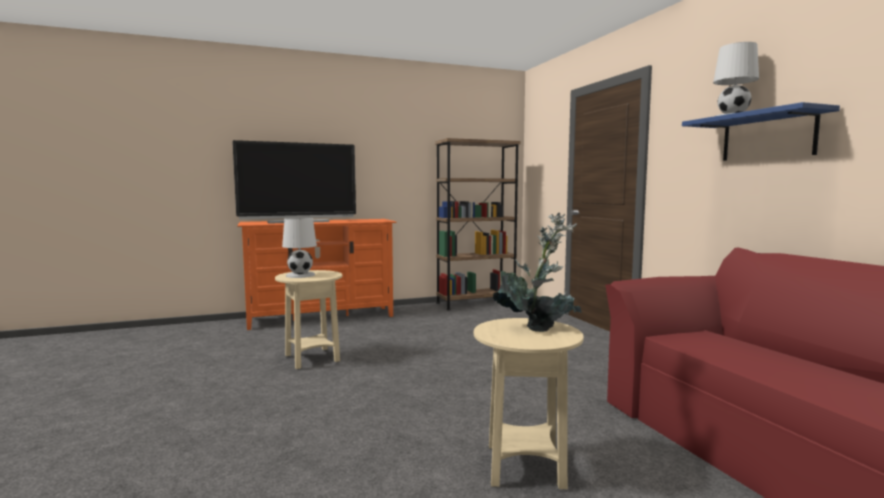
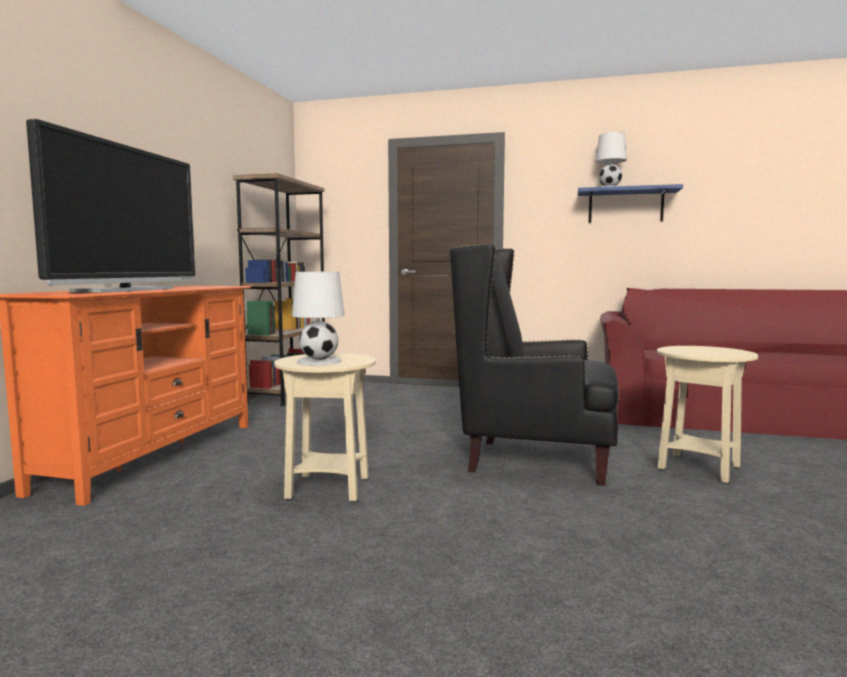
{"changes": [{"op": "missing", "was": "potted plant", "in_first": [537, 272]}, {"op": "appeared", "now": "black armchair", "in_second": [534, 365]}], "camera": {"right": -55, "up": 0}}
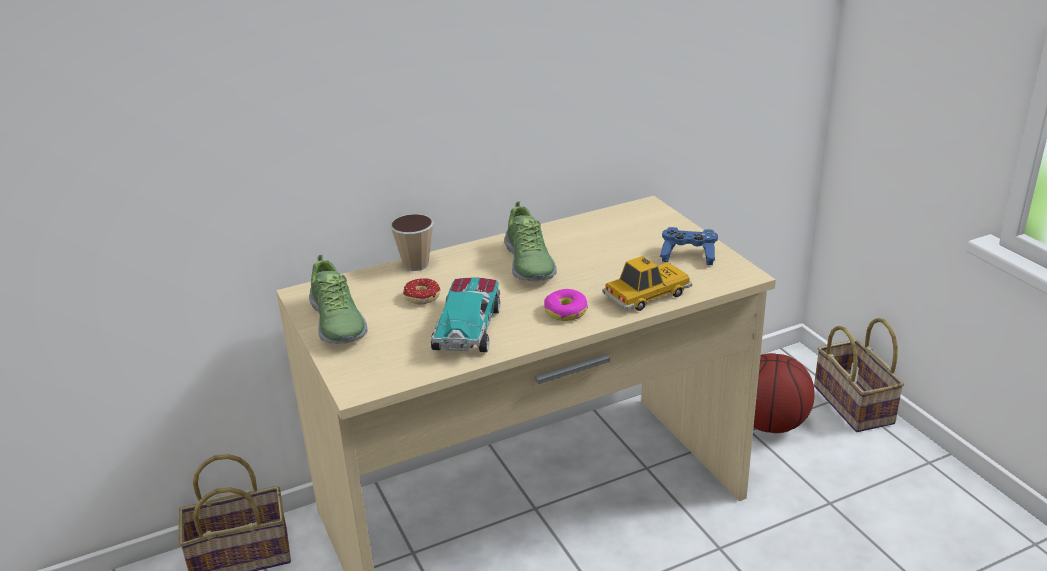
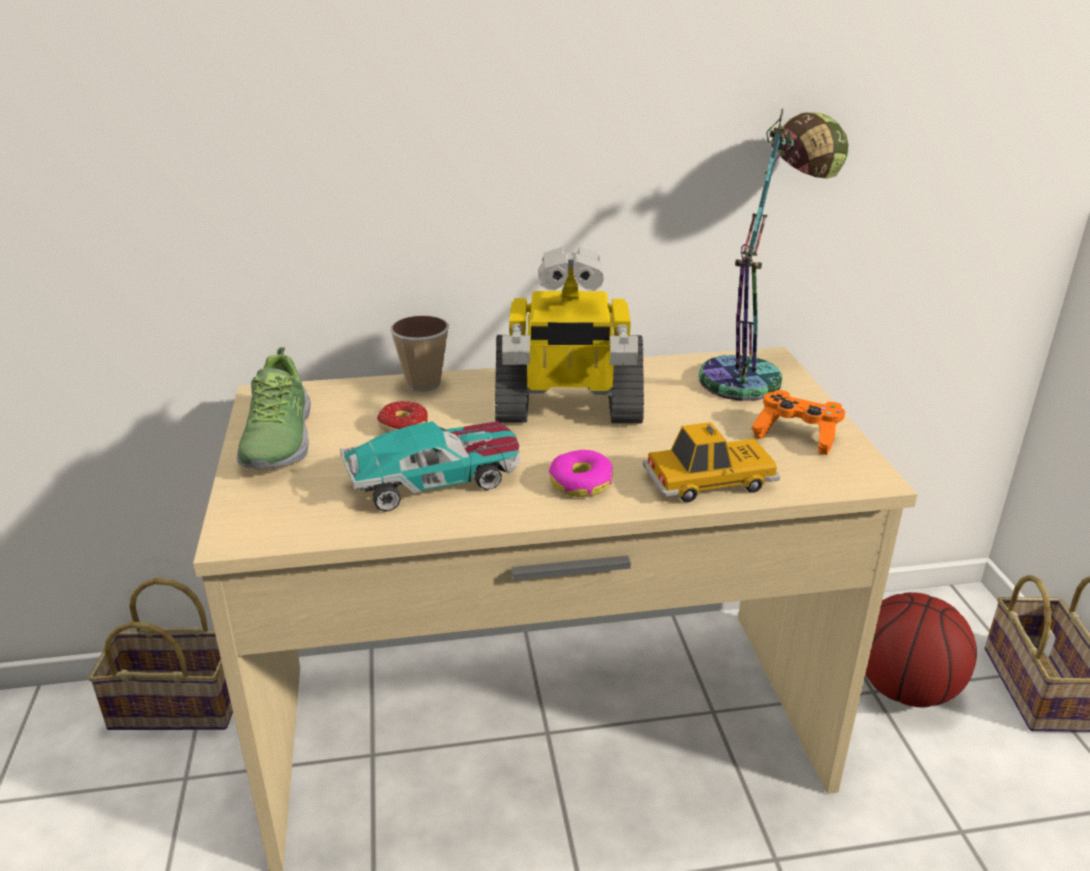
{"changes": [{"op": "spun", "was": "toy car", "in_first": [465, 315], "in_second": [430, 466], "clockwise": 45}, {"op": "exchanged", "was": "shoe", "now": "toy robot", "in_first": [530, 241], "in_second": [569, 335]}, {"op": "colour", "was": "blue game controller", "now": "orange game controller", "in_first": [689, 246], "in_second": [798, 422]}, {"op": "appeared", "now": "table lamp", "in_second": [773, 254]}], "camera": {"right": 15, "up": 0}}
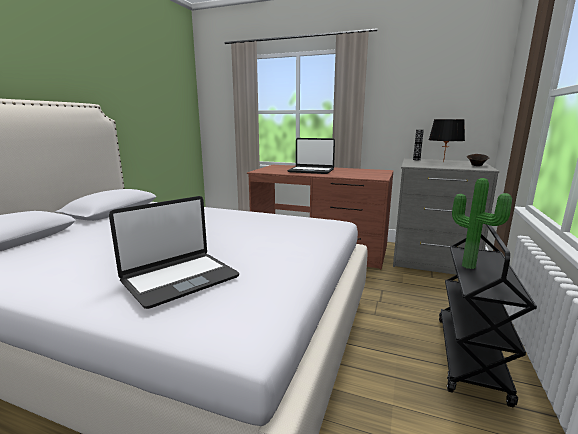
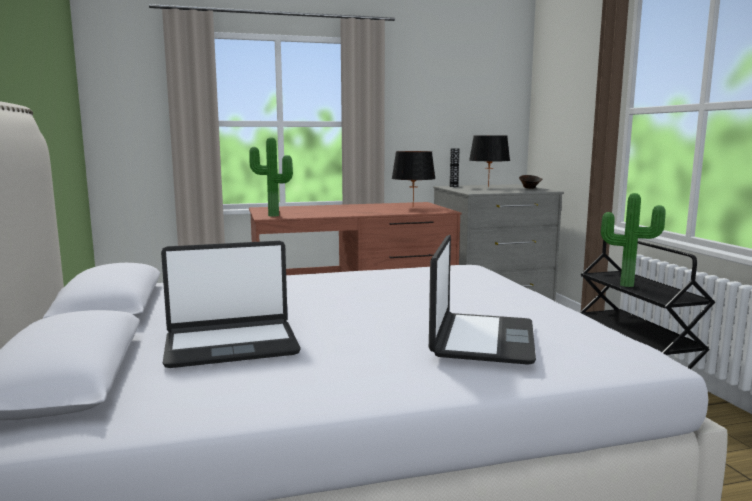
{"changes": [{"op": "relocated", "was": "laptop", "in_first": [311, 156], "in_second": [231, 304]}, {"op": "appeared", "now": "potted plant", "in_second": [271, 177]}, {"op": "appeared", "now": "black table lamp", "in_second": [414, 179]}], "camera": {"right": -35, "up": -5}}
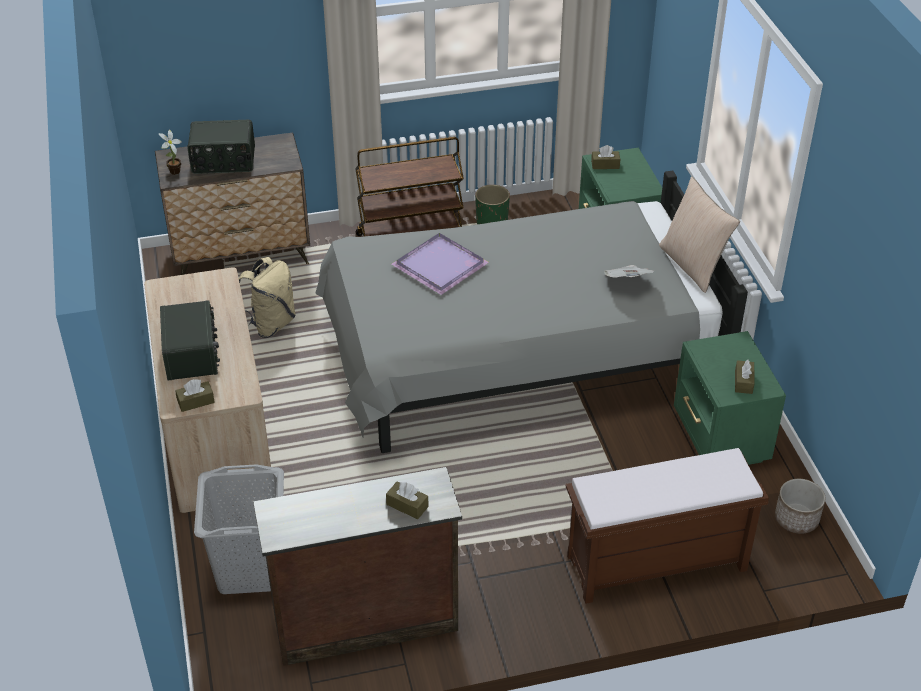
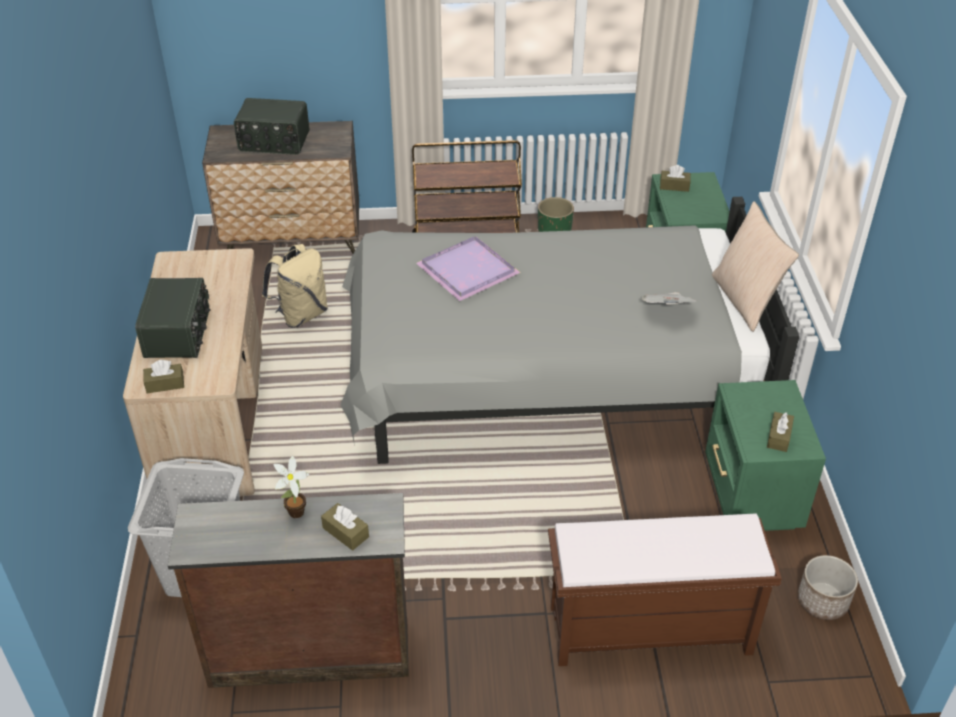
{"changes": [{"op": "relocated", "was": "potted plant", "in_first": [170, 152], "in_second": [291, 486]}], "camera": {"right": 10, "up": 0}}
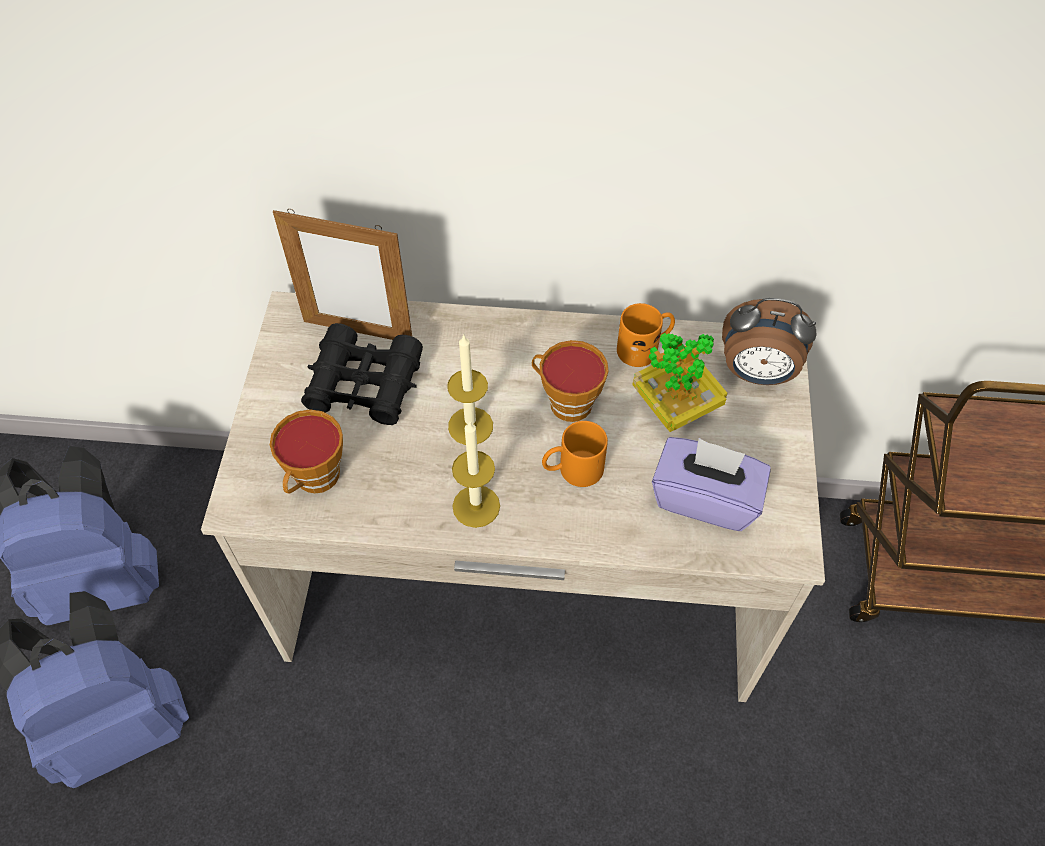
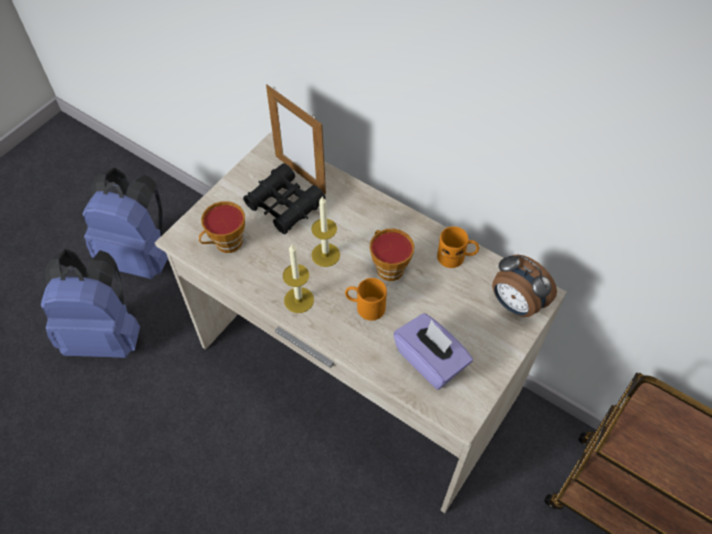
{"changes": [{"op": "missing", "was": "potted plant", "in_first": [680, 382]}], "camera": {"right": 30, "up": 0}}
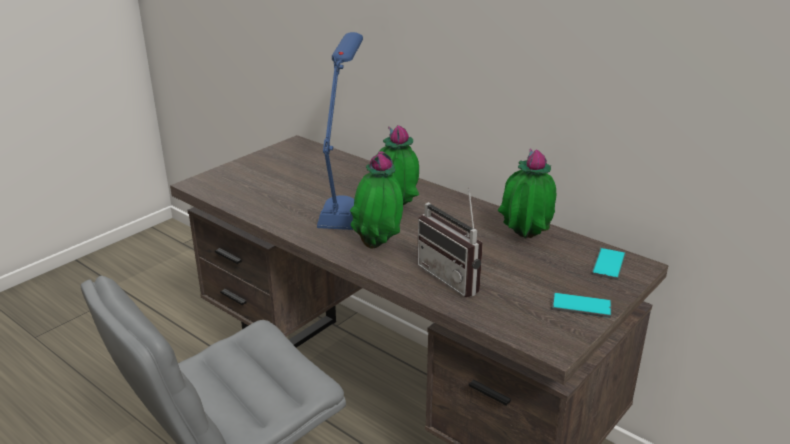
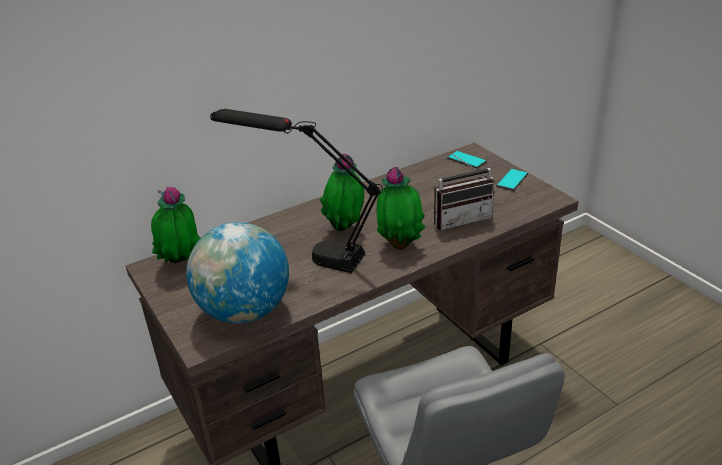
{"changes": [{"op": "colour", "was": "blue table lamp", "now": "black table lamp", "in_first": [340, 131], "in_second": [296, 191]}, {"op": "relocated", "was": "potted plant", "in_first": [527, 193], "in_second": [175, 225]}, {"op": "appeared", "now": "globe", "in_second": [237, 273]}], "camera": {"right": -70, "up": 5}}
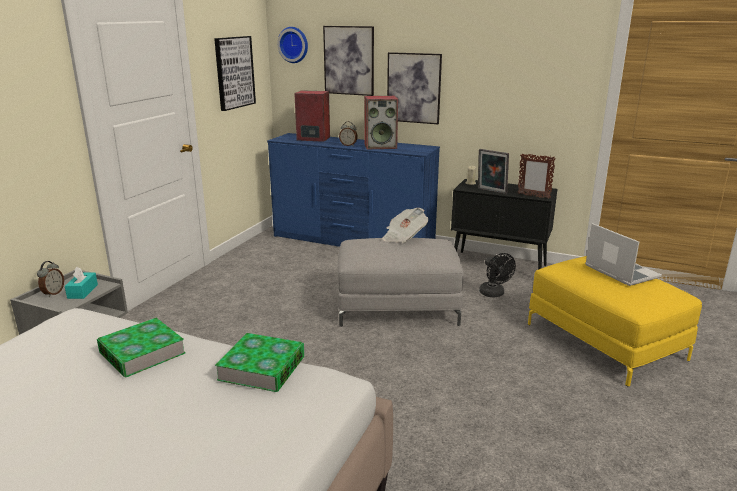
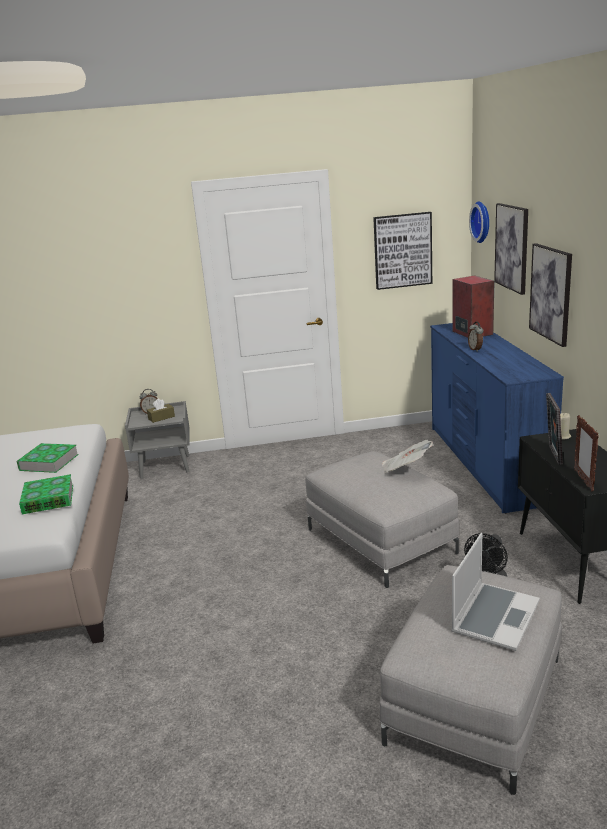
{"changes": [{"op": "colour", "was": "turquoise tissue box", "now": "brown tissue box", "in_first": [81, 283], "in_second": [161, 411]}, {"op": "missing", "was": "speaker", "in_first": [381, 122]}, {"op": "colour", "was": "yellow ottoman", "now": "grey ottoman", "in_first": [615, 321], "in_second": [471, 680]}], "camera": {"right": 60, "up": 0}}
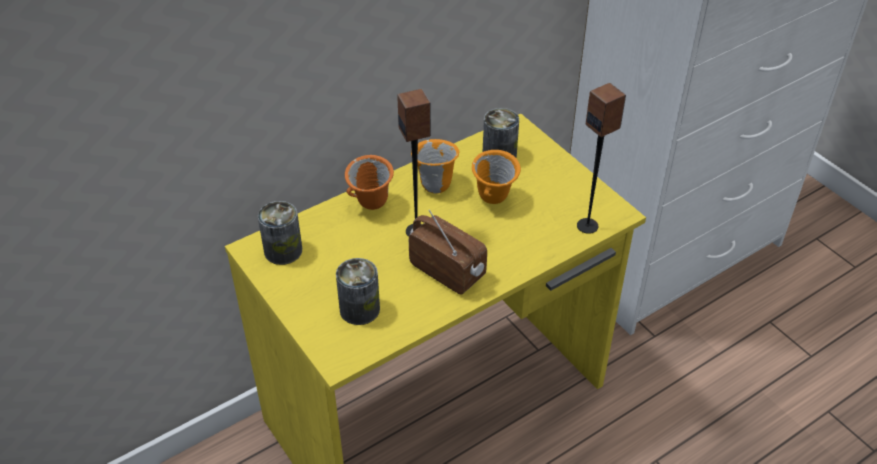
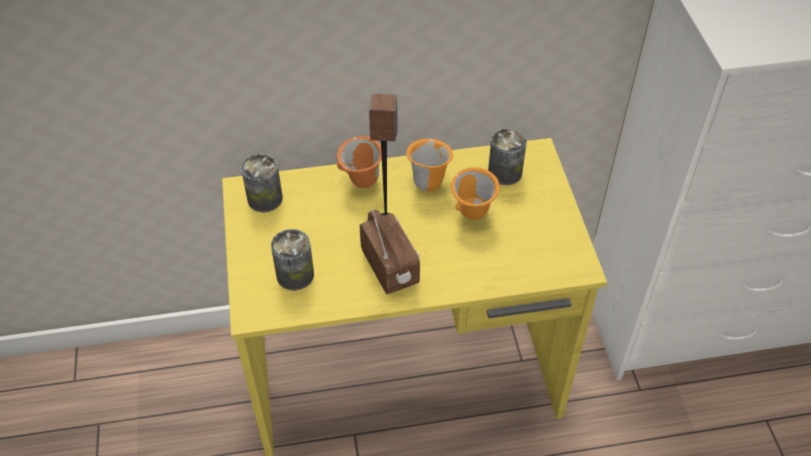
{"changes": [{"op": "missing", "was": "speaker", "in_first": [601, 158]}], "camera": {"right": 25, "up": 5}}
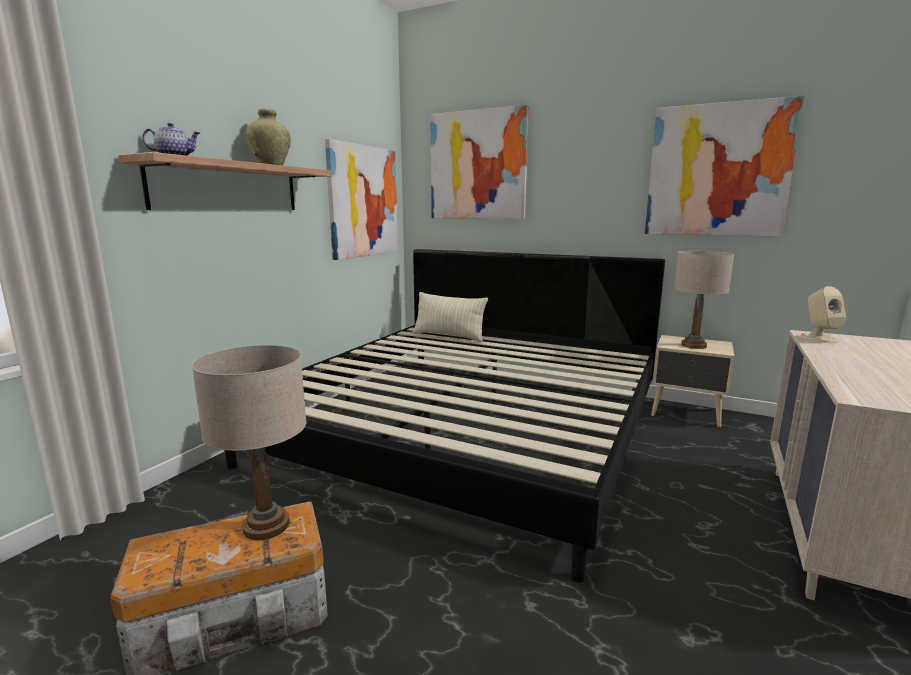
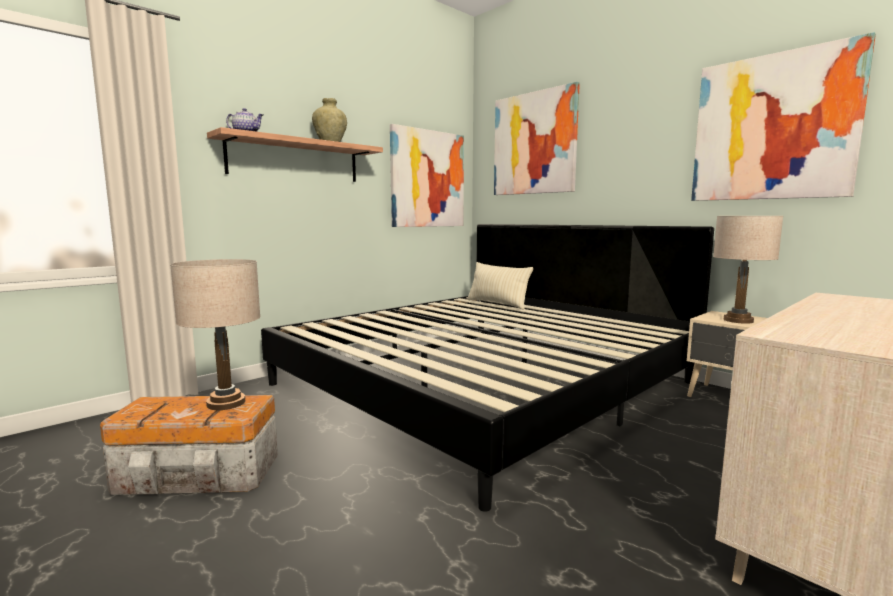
{"changes": [{"op": "missing", "was": "beige speaker", "in_first": [823, 314]}], "camera": {"right": 20, "up": -5}}
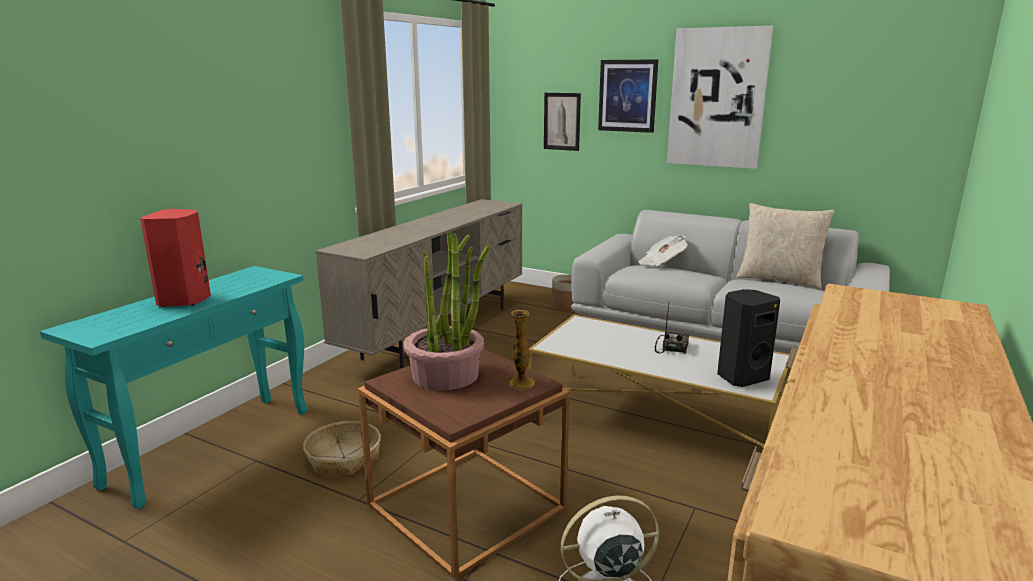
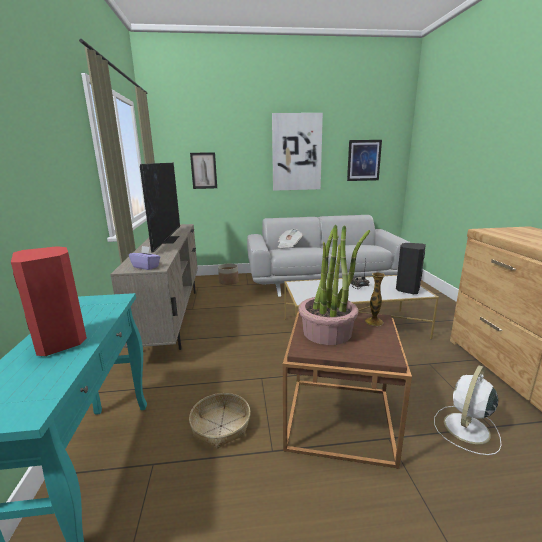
{"changes": [{"op": "relocated", "was": "picture", "in_first": [628, 96], "in_second": [364, 160]}, {"op": "missing", "was": "beige pillow", "in_first": [786, 246]}, {"op": "appeared", "now": "purple tissue box", "in_second": [144, 258]}, {"op": "appeared", "now": "television", "in_second": [160, 208]}], "camera": {"right": -35, "up": 0}}
